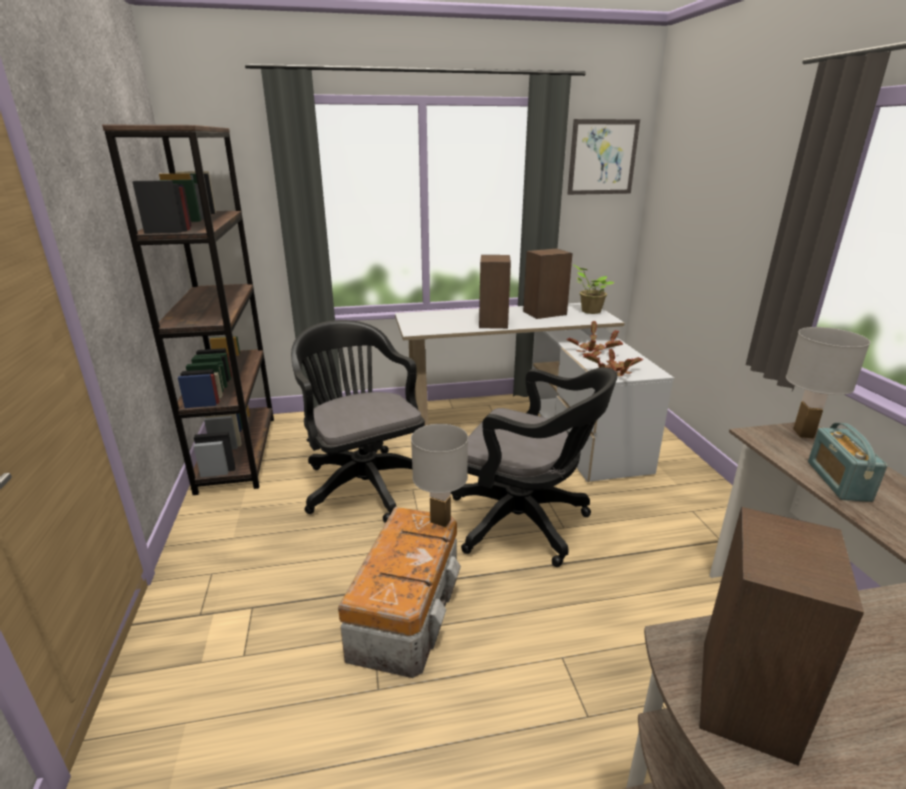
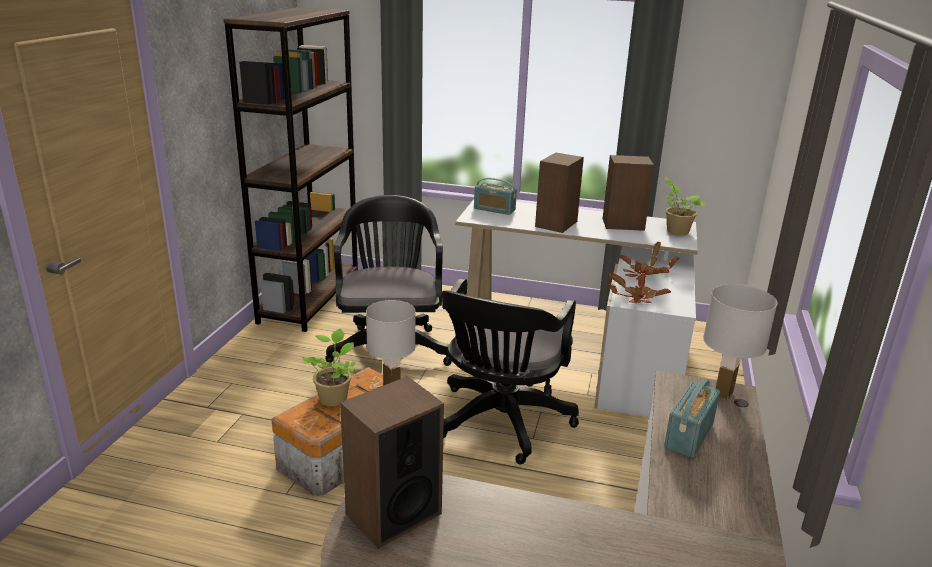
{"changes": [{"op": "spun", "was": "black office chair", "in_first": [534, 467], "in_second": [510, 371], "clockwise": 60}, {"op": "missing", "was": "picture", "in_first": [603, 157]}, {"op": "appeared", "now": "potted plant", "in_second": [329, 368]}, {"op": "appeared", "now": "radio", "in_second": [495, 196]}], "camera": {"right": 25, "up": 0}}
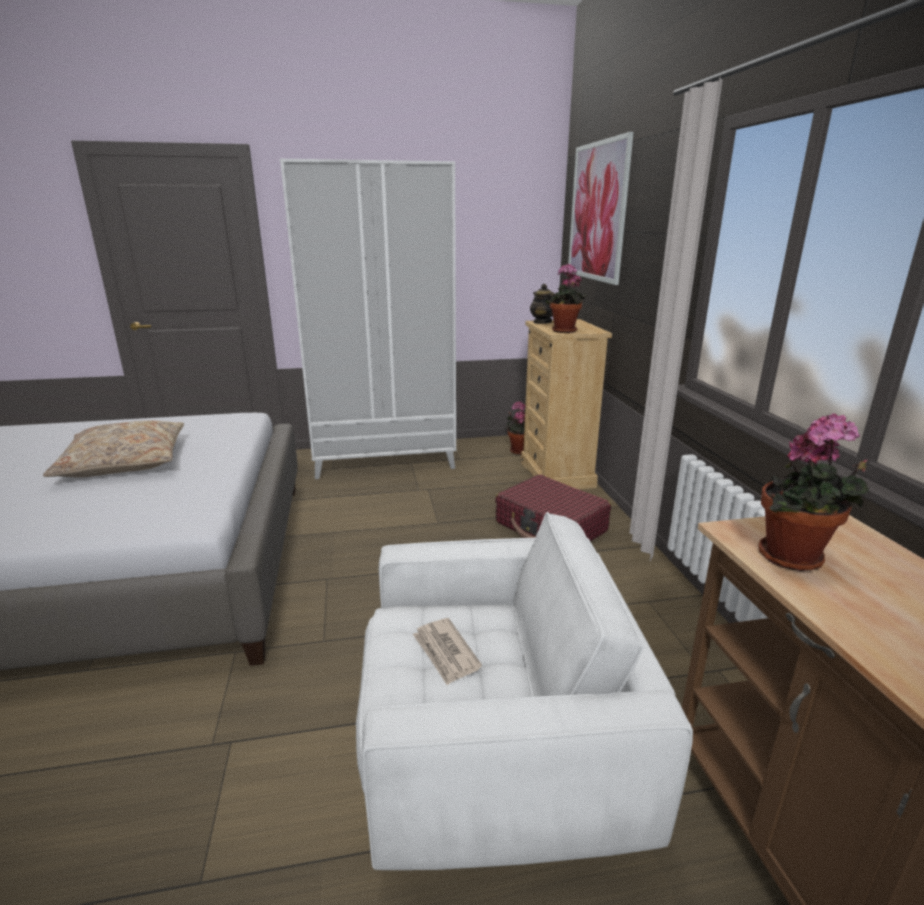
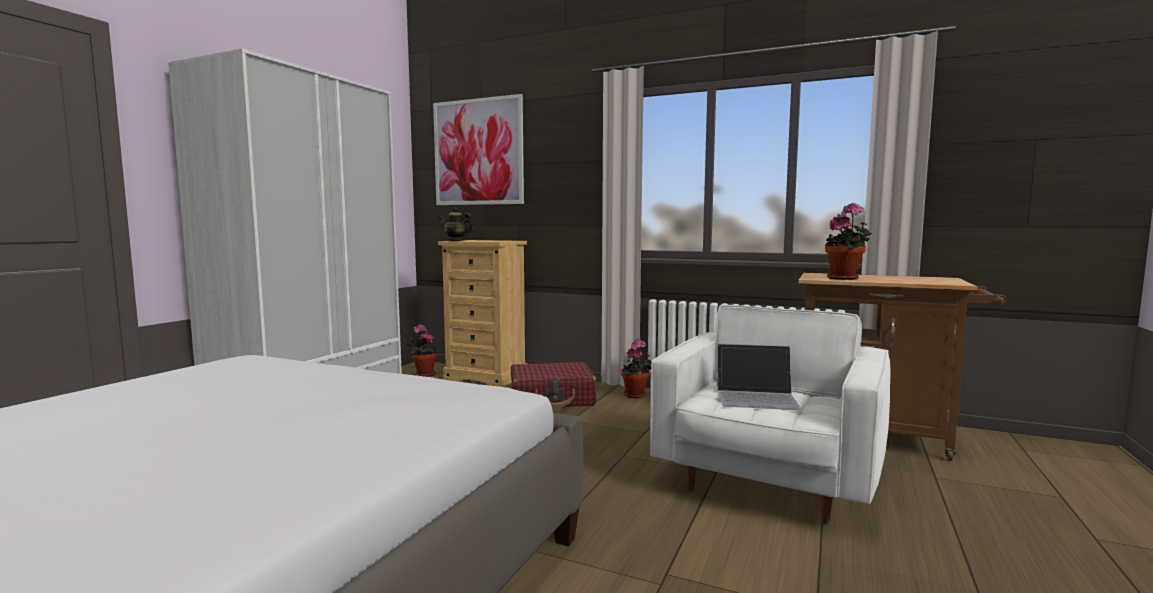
{"changes": [{"op": "missing", "was": "beige pillow", "in_first": [113, 449]}, {"op": "exchanged", "was": "newspaper", "now": "laptop", "in_first": [447, 652], "in_second": [759, 377]}, {"op": "relocated", "was": "potted plant", "in_first": [565, 298], "in_second": [636, 368]}], "camera": {"right": -55, "up": -15}}
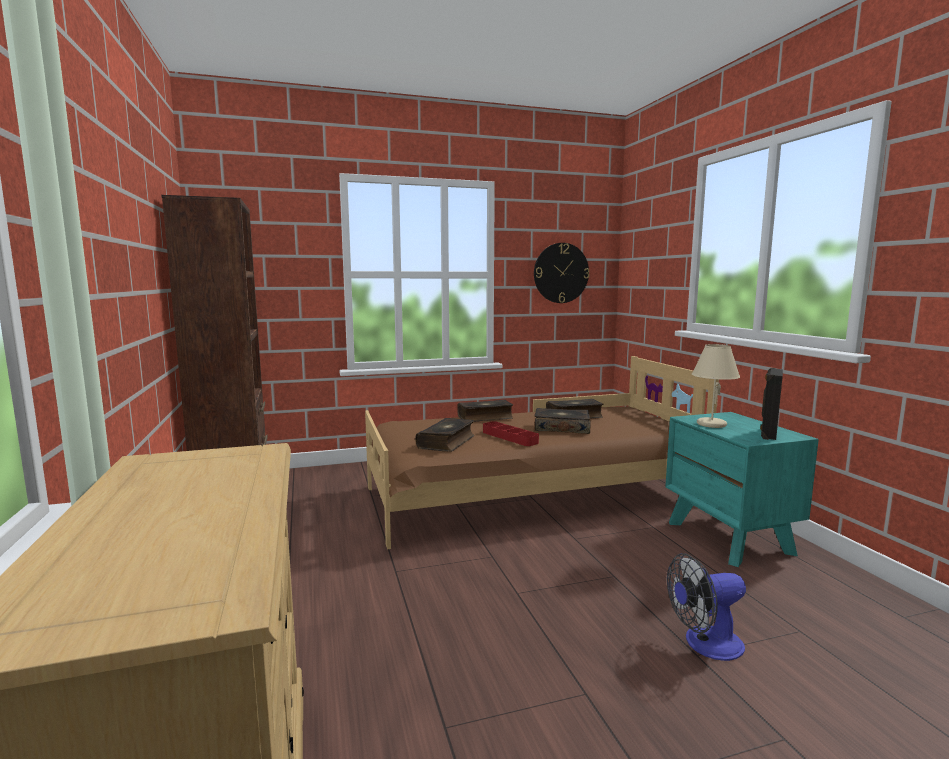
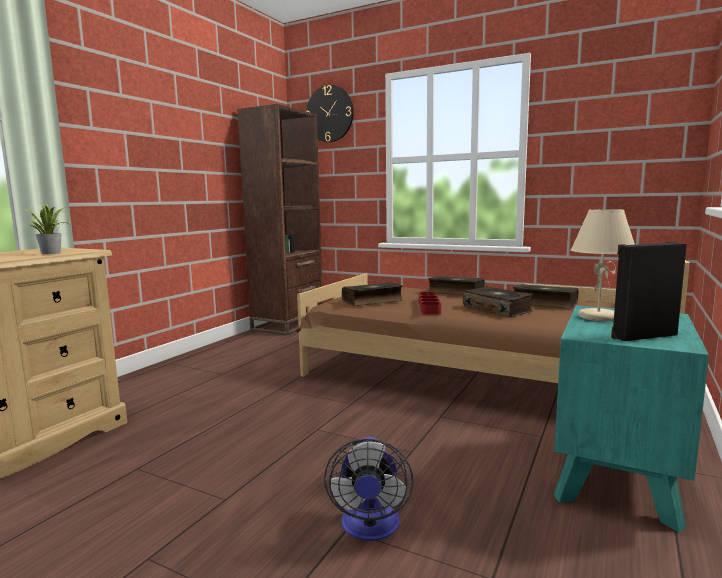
{"changes": [{"op": "relocated", "was": "wall clock", "in_first": [561, 273], "in_second": [330, 113]}, {"op": "spun", "was": "fan", "in_first": [706, 607], "in_second": [368, 489], "clockwise": -120}, {"op": "appeared", "now": "potted plant", "in_second": [48, 228]}], "camera": {"right": 45, "up": 0}}
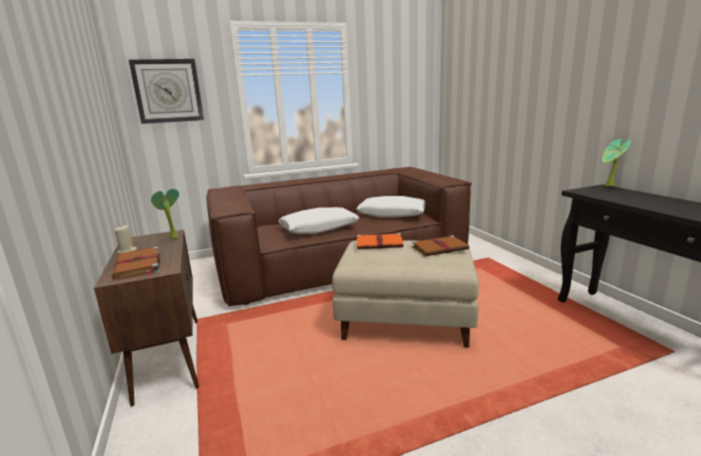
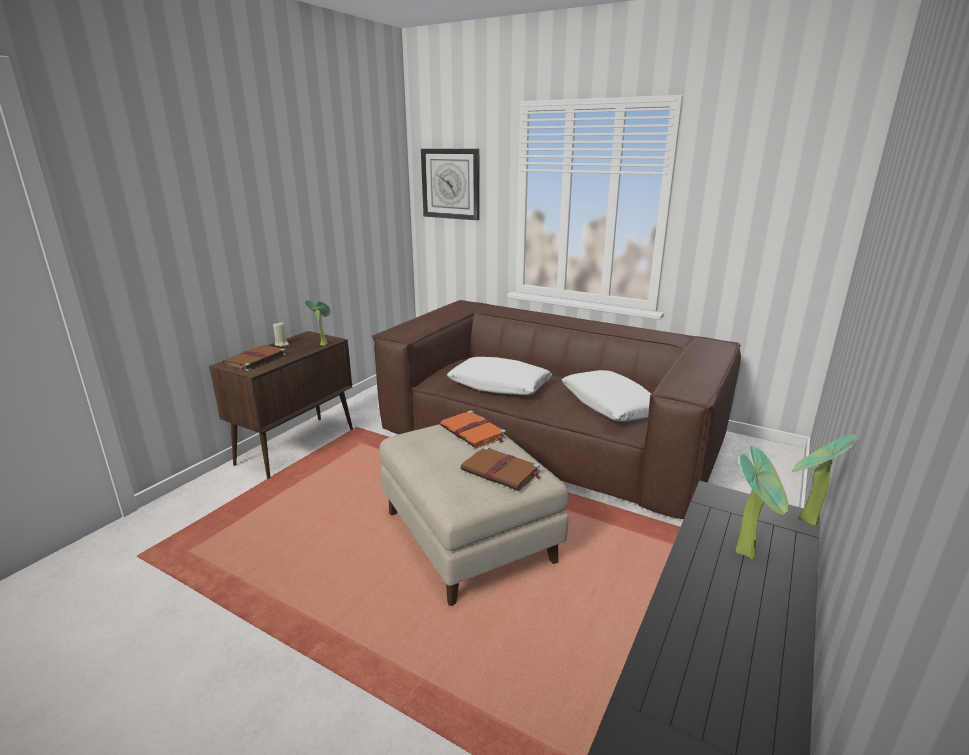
{"changes": [{"op": "appeared", "now": "potted plant", "in_second": [762, 502]}], "camera": {"right": 50, "up": 5}}
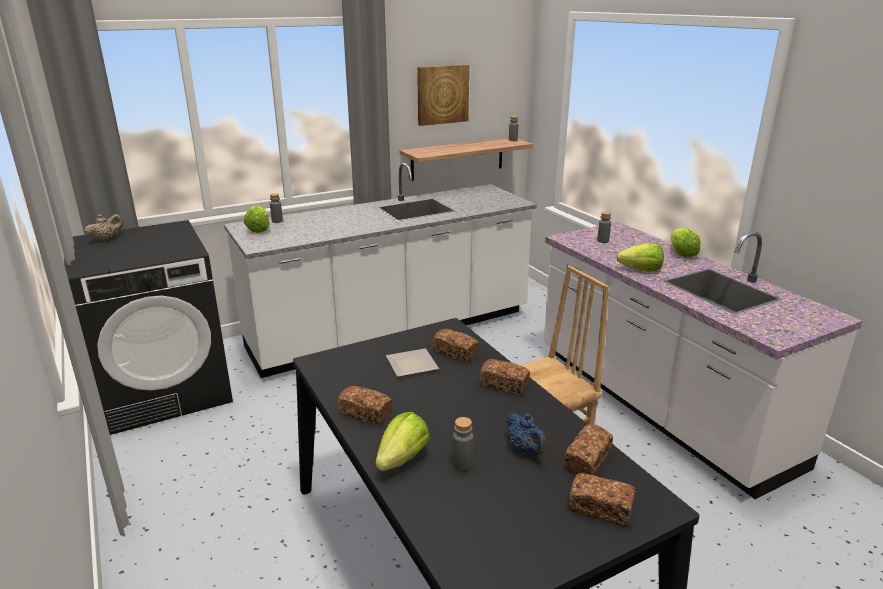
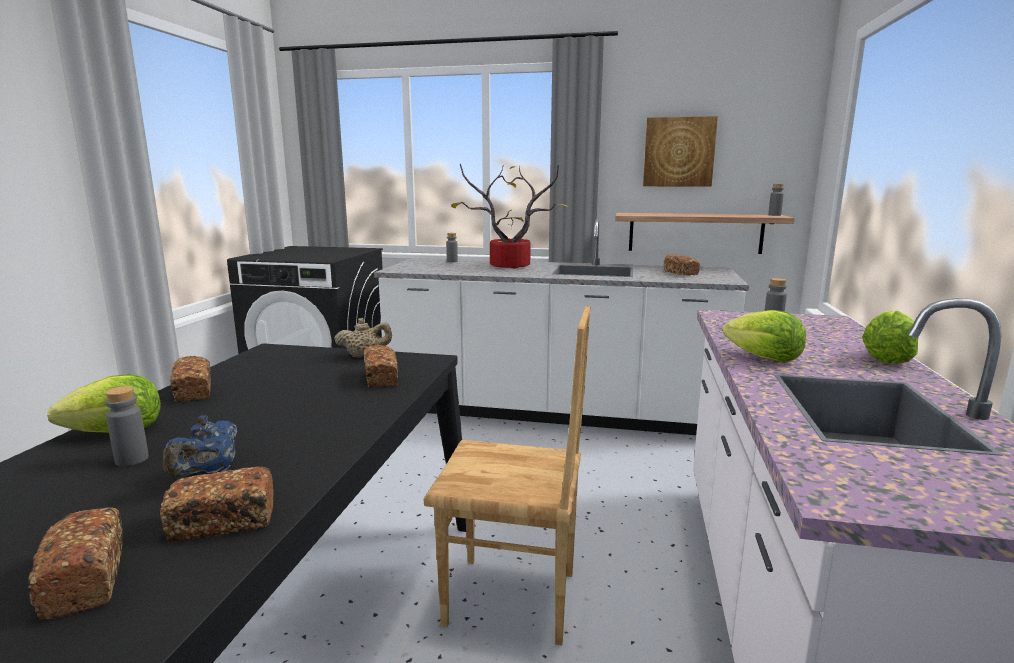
{"changes": [{"op": "relocated", "was": "beige teapot", "in_first": [103, 227], "in_second": [363, 338]}, {"op": "missing", "was": "lettuce", "in_first": [257, 219]}, {"op": "missing", "was": "plate", "in_first": [412, 363]}, {"op": "relocated", "was": "bread", "in_first": [505, 377], "in_second": [682, 265]}, {"op": "appeared", "now": "potted plant", "in_second": [509, 216]}], "camera": {"right": 40, "up": -10}}
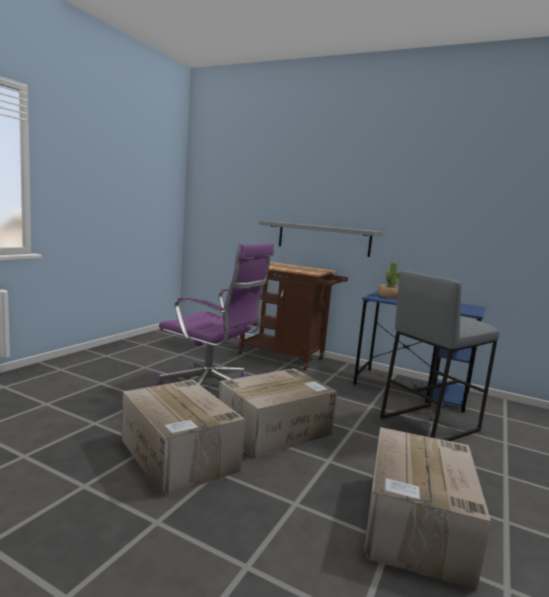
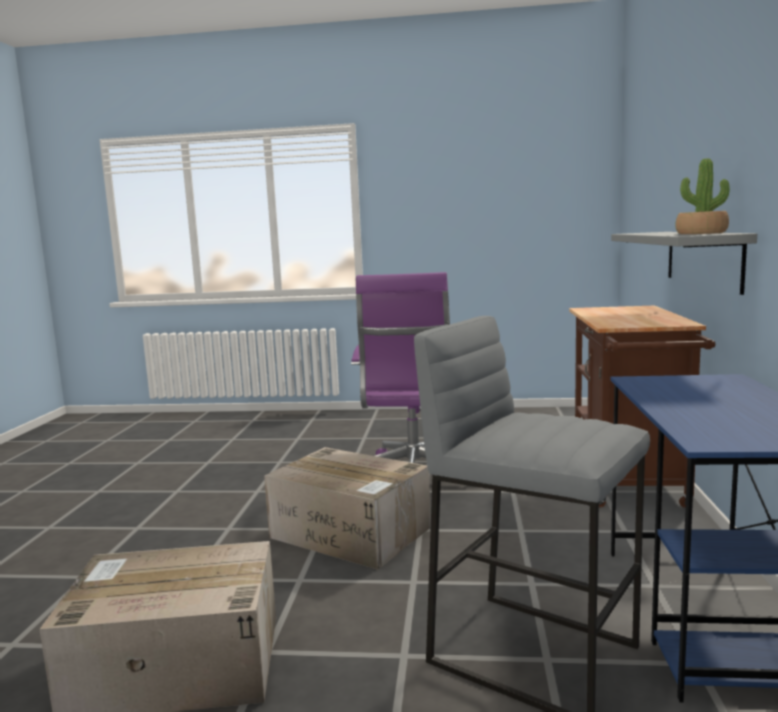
{"changes": [{"op": "missing", "was": "cardboard box", "in_first": [183, 438]}, {"op": "relocated", "was": "potted plant", "in_first": [389, 279], "in_second": [702, 196]}], "camera": {"right": 70, "up": 0}}
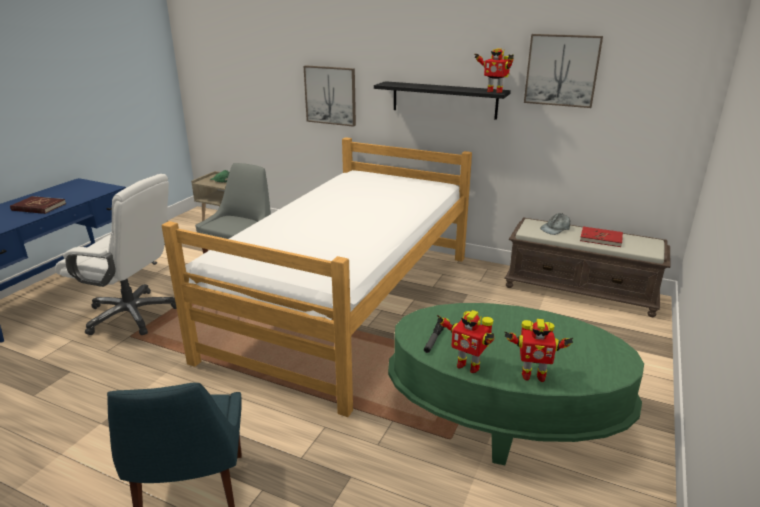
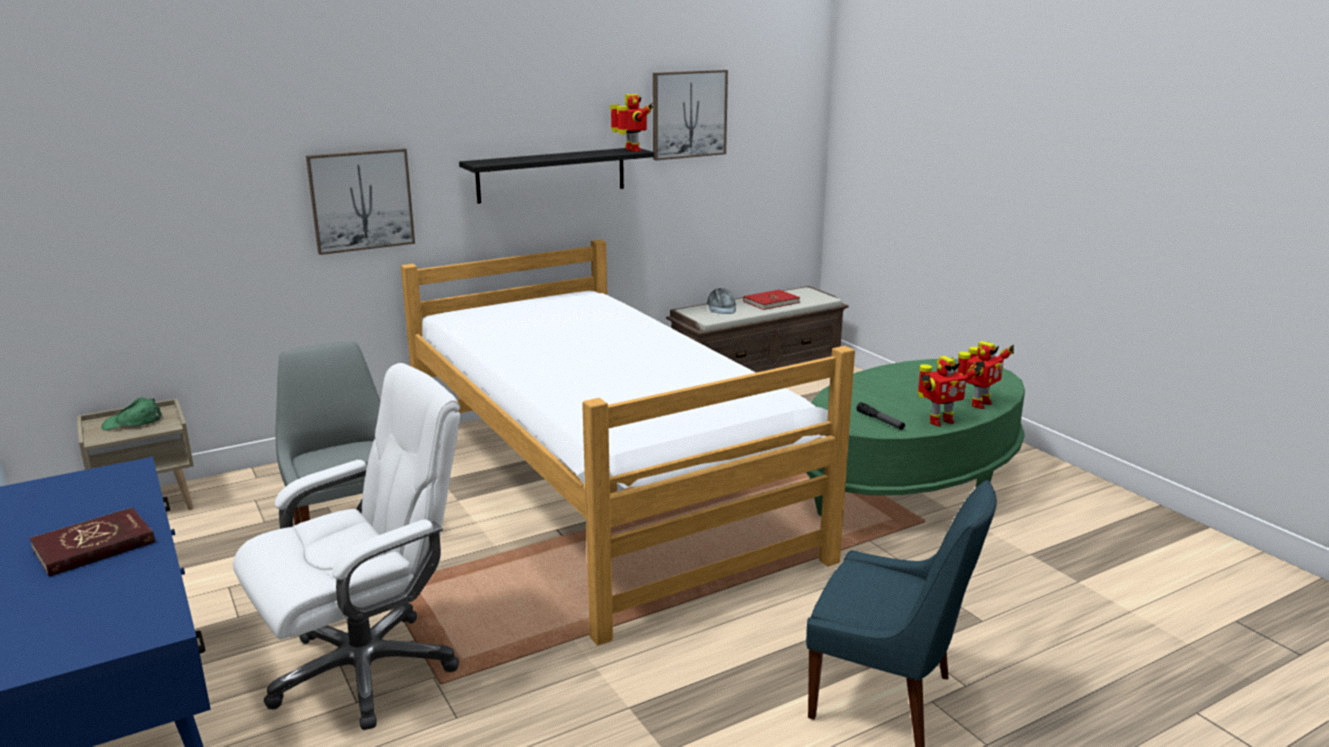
{"changes": [{"op": "spun", "was": "toy robot", "in_first": [494, 70], "in_second": [632, 123], "clockwise": -90}], "camera": {"right": -55, "up": -5}}
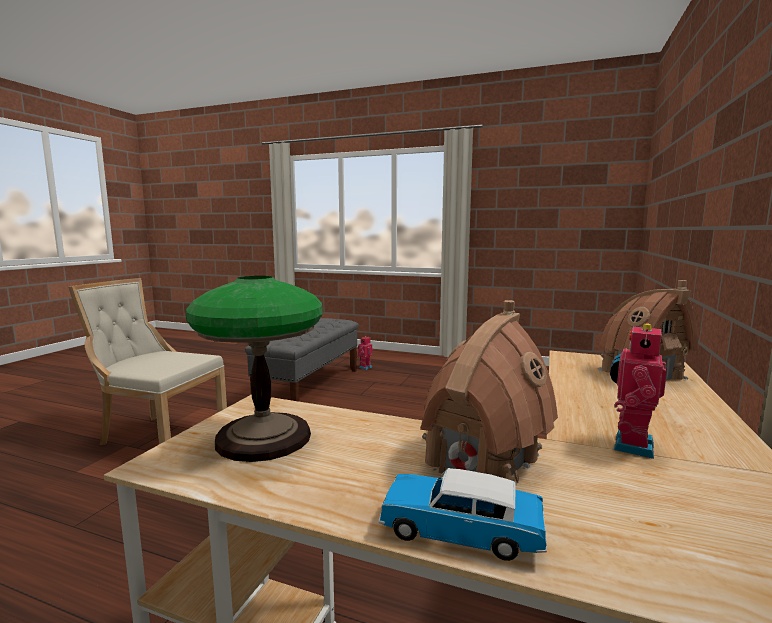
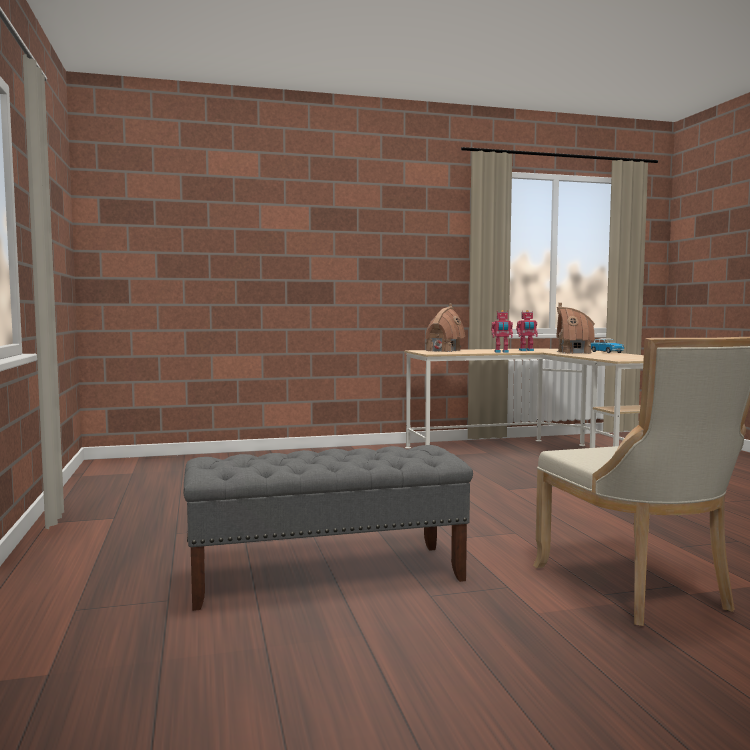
{"changes": [{"op": "missing", "was": "table lamp", "in_first": [254, 369]}, {"op": "relocated", "was": "toy robot", "in_first": [365, 353], "in_second": [502, 331]}], "camera": {"right": -125, "up": -5}}
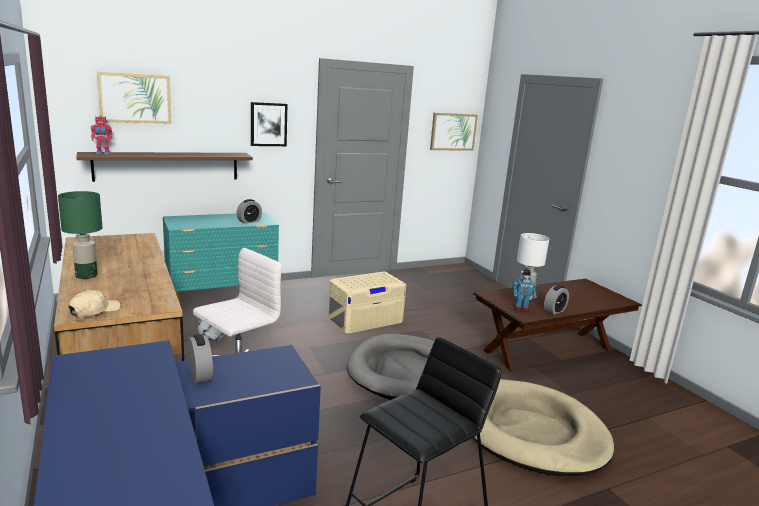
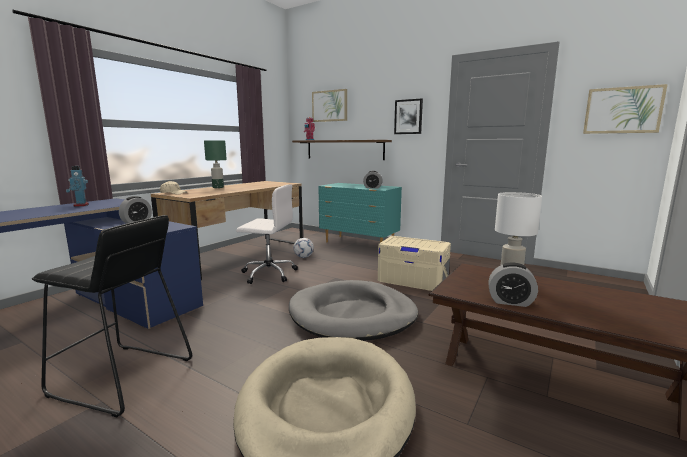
{"changes": [{"op": "relocated", "was": "toy robot", "in_first": [525, 290], "in_second": [77, 186]}], "camera": {"right": 60, "up": -5}}
